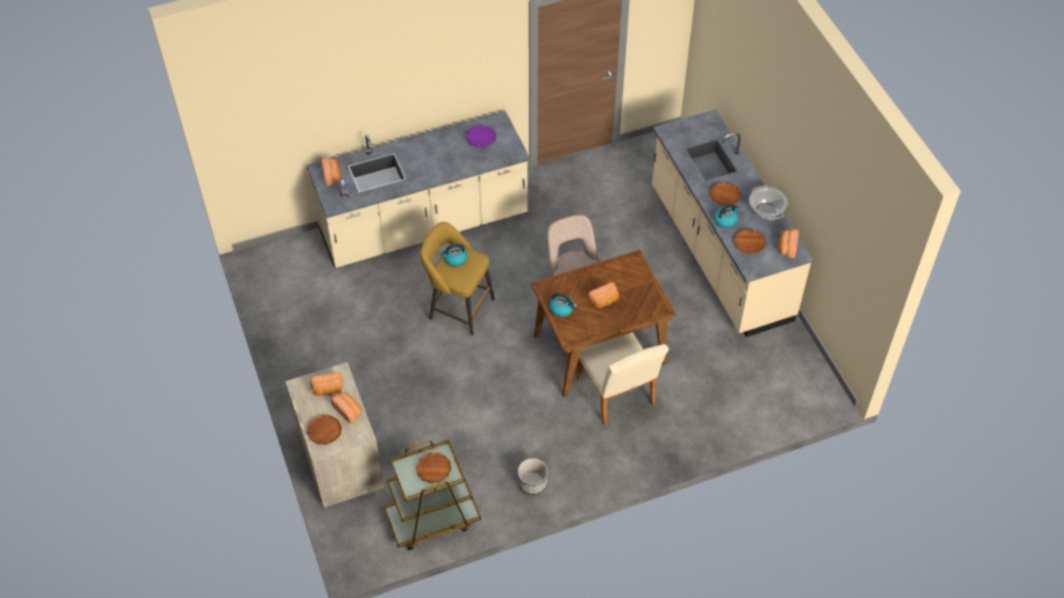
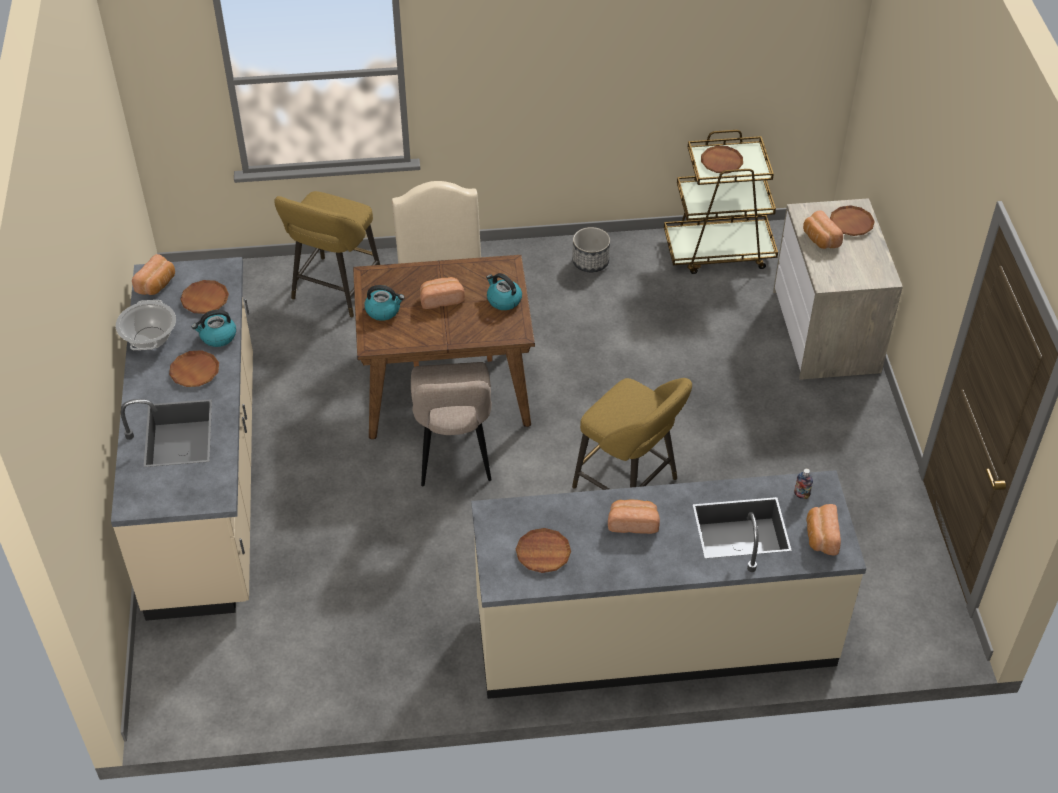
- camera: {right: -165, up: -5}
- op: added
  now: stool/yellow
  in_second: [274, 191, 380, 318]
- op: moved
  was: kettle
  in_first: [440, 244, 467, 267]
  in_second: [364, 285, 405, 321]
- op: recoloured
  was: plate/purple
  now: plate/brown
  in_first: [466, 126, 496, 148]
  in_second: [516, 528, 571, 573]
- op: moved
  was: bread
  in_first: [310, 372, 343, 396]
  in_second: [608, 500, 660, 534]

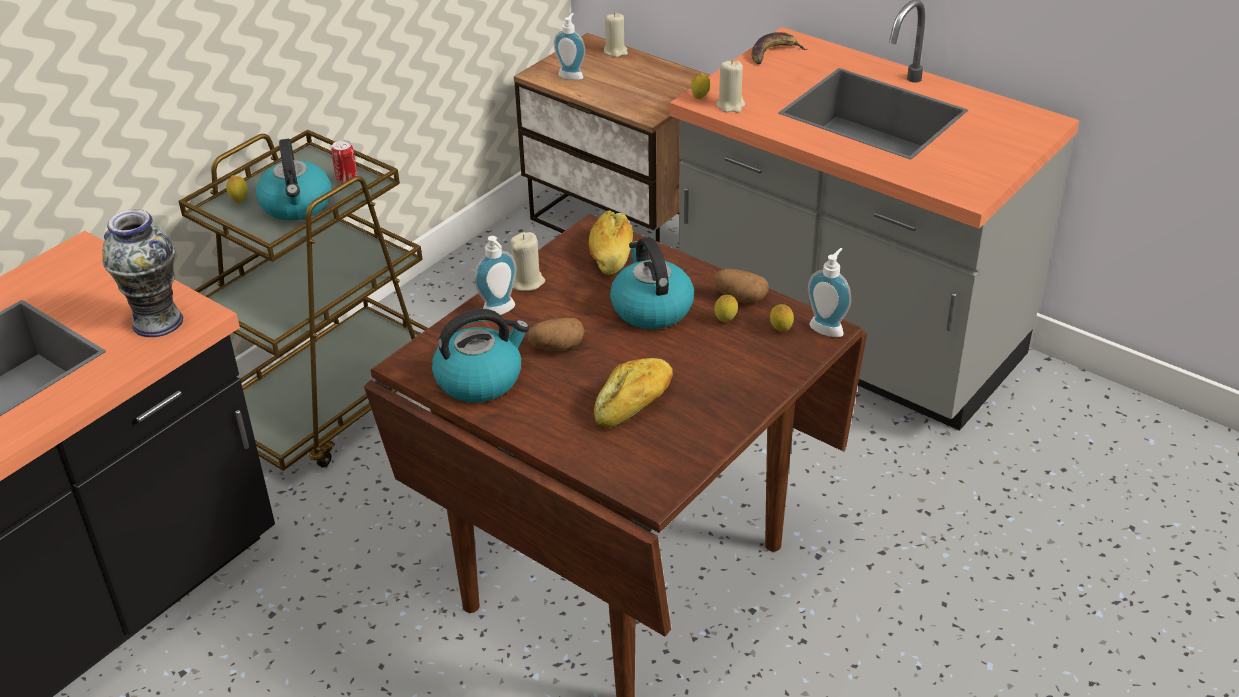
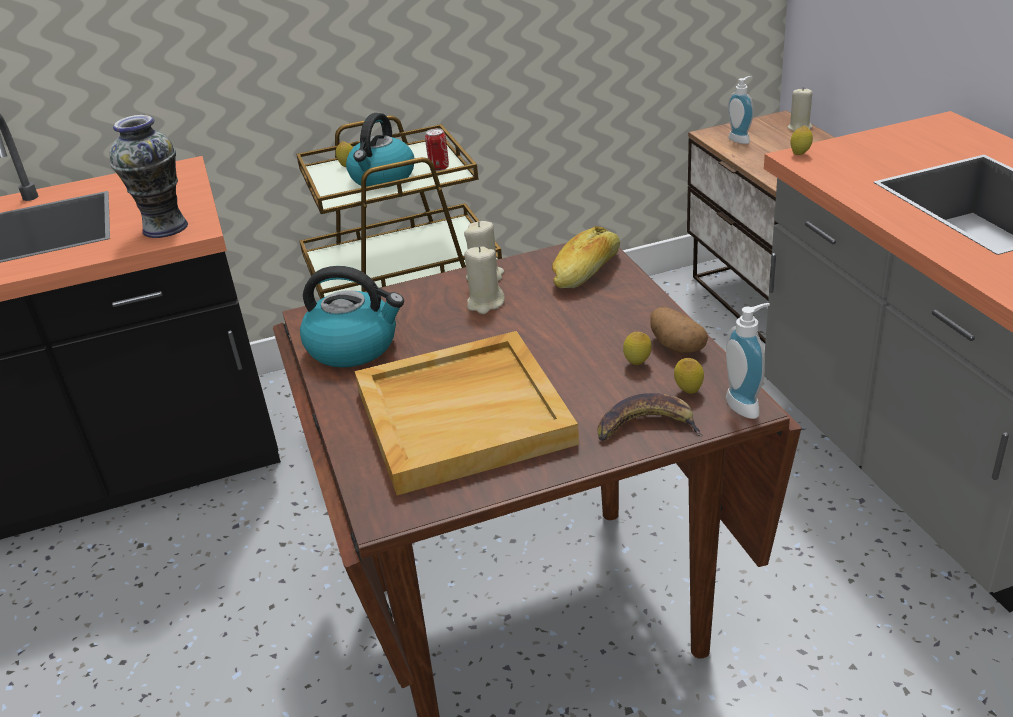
- camera: {right: 35, up: -5}
- op: replaced
  was: bread
  now: tray/beige
  in_first: [594, 358, 673, 428]
  in_second: [355, 331, 579, 495]
- op: moved
  was: candle/beige
  in_first: [716, 60, 745, 113]
  in_second: [464, 246, 505, 314]
- op: moved
  was: banana
  in_first: [751, 32, 807, 64]
  in_second: [597, 393, 703, 441]
- op: removed
  was: soap dispenser
  in_first: [474, 236, 517, 315]
- op: removed
  was: potato
  in_first: [528, 318, 584, 351]
- op: removed
  was: kettle
  in_first: [610, 237, 694, 329]

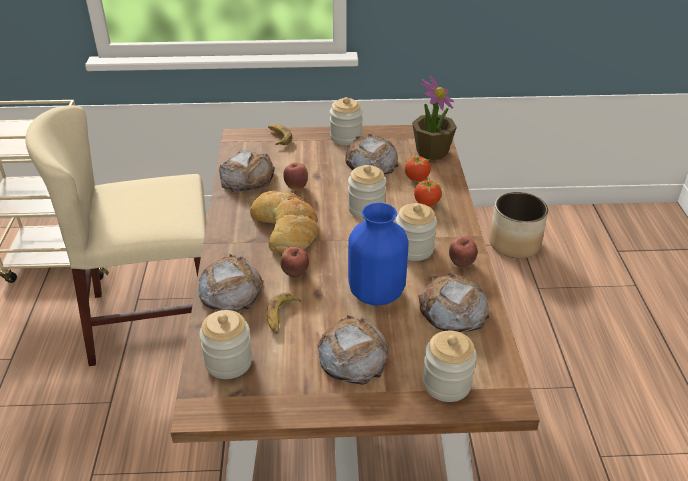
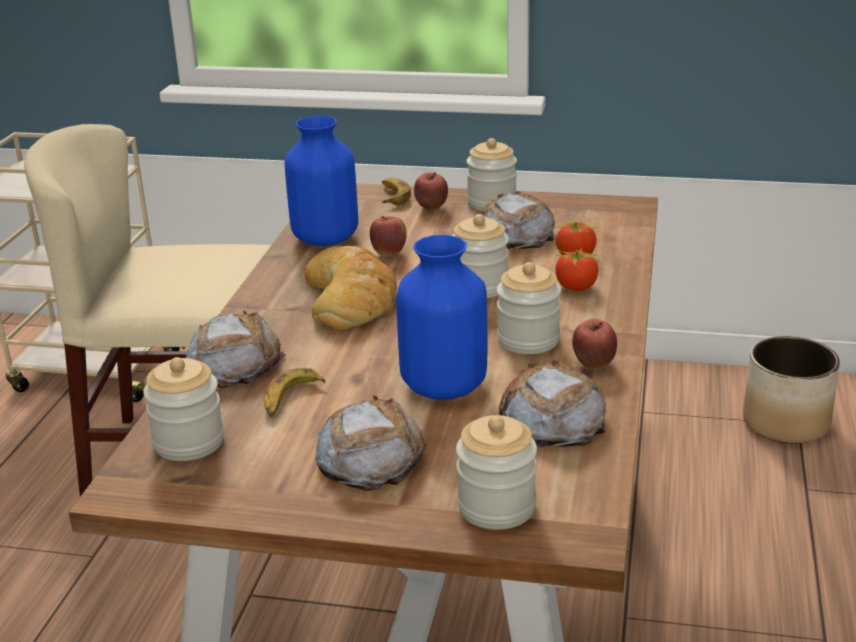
- camera: {right: 15, up: -10}
- op: replaced
  was: bread
  now: vase/blue
  in_first: [219, 151, 275, 192]
  in_second: [285, 116, 358, 246]
- op: moved
  was: apple
  in_first: [280, 247, 309, 278]
  in_second: [414, 172, 448, 210]
- op: removed
  was: potted plant
  in_first: [412, 75, 457, 160]

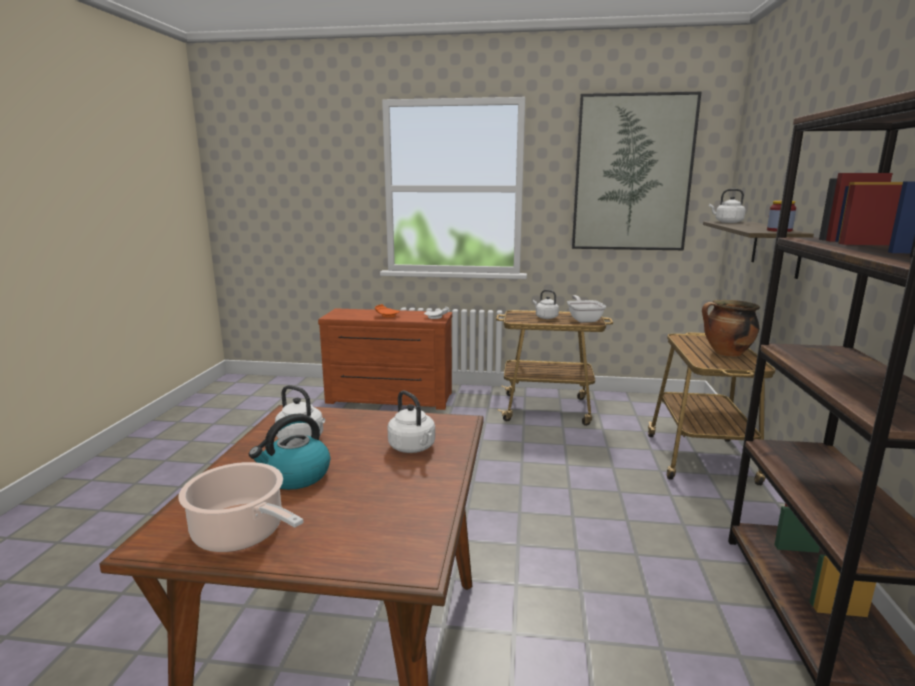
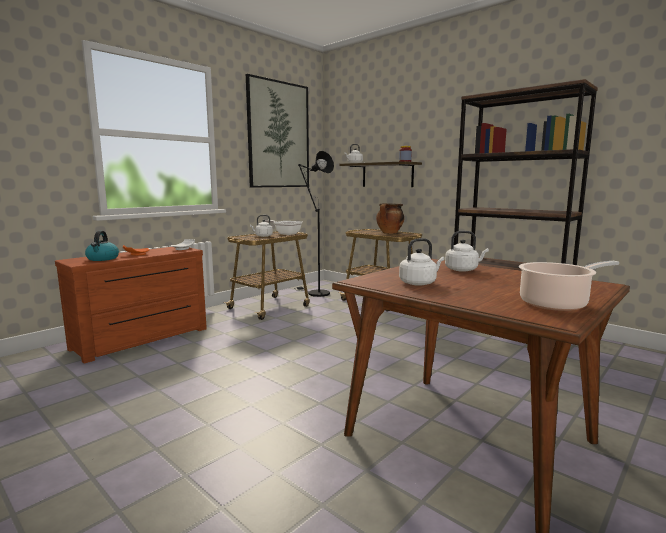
- camera: {right: -55, up: -5}
- op: moved
  was: kettle
  in_first: [249, 414, 330, 490]
  in_second: [85, 231, 119, 261]
- op: added
  now: floor lamp/black
  in_second: [294, 151, 334, 297]

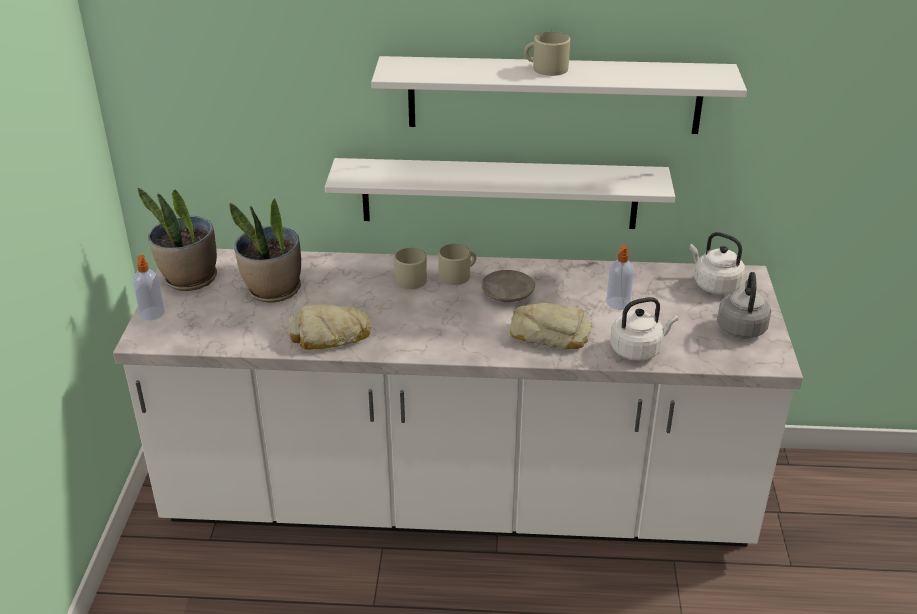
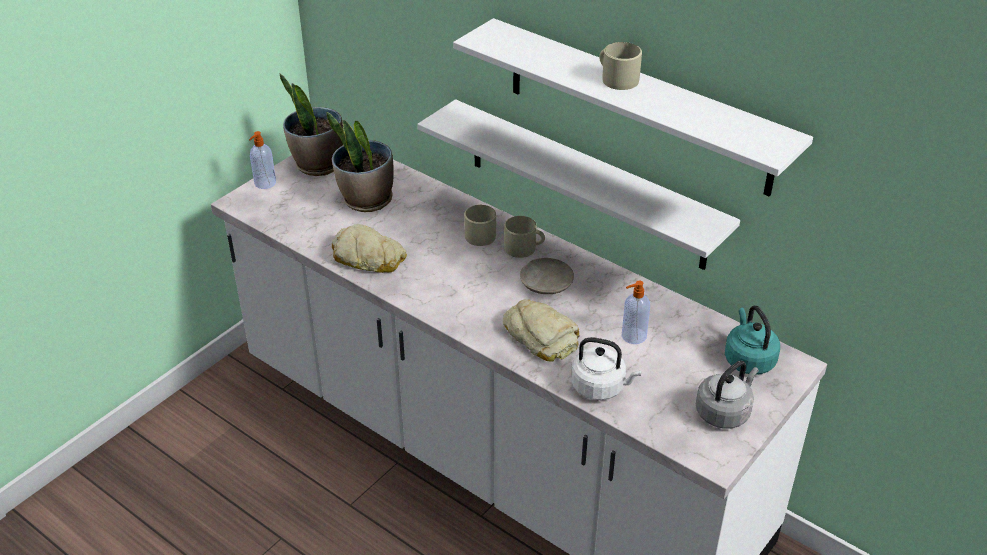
- camera: {right: 35, up: 5}
- op: recoloured
  was: kettle/white
  now: kettle/turquoise
  in_first: [689, 232, 745, 294]
  in_second: [725, 306, 780, 375]

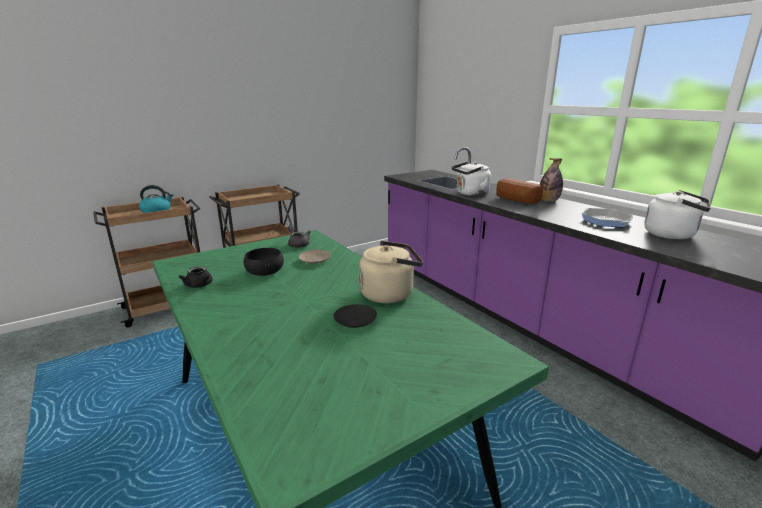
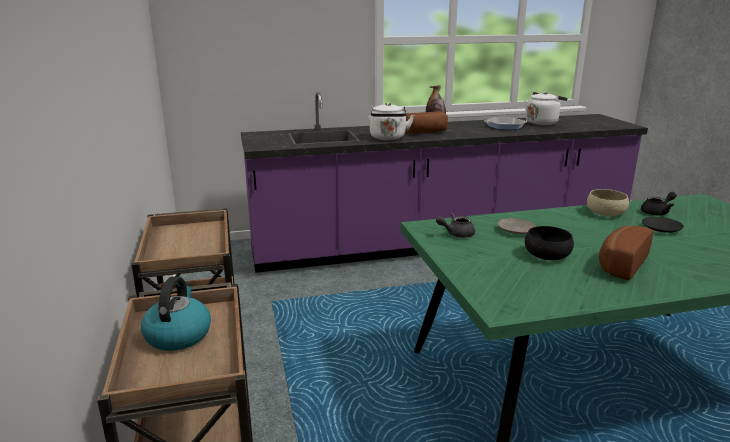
- camera: {right: -70, up: 0}
- op: replaced
  was: kettle/beige
  now: bowl/beige
  in_first: [359, 241, 423, 303]
  in_second: [587, 189, 629, 216]
- op: added
  now: bread
  in_second: [599, 225, 653, 280]
- op: moved
  was: teapot/black
  in_first: [179, 266, 213, 288]
  in_second: [641, 192, 676, 215]

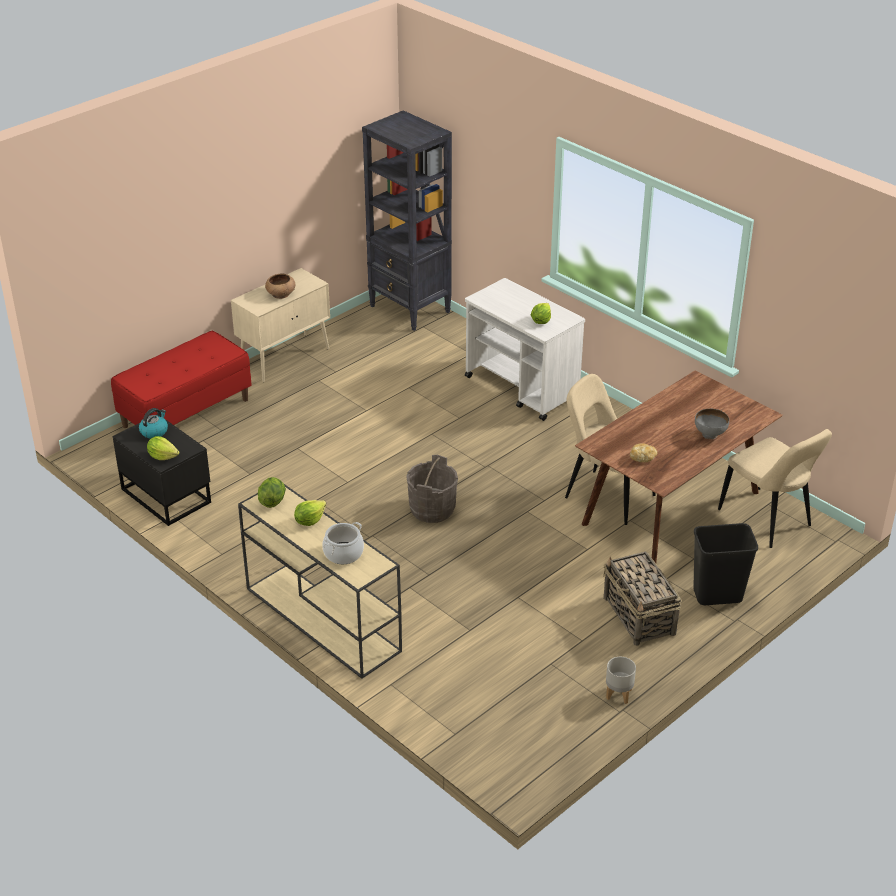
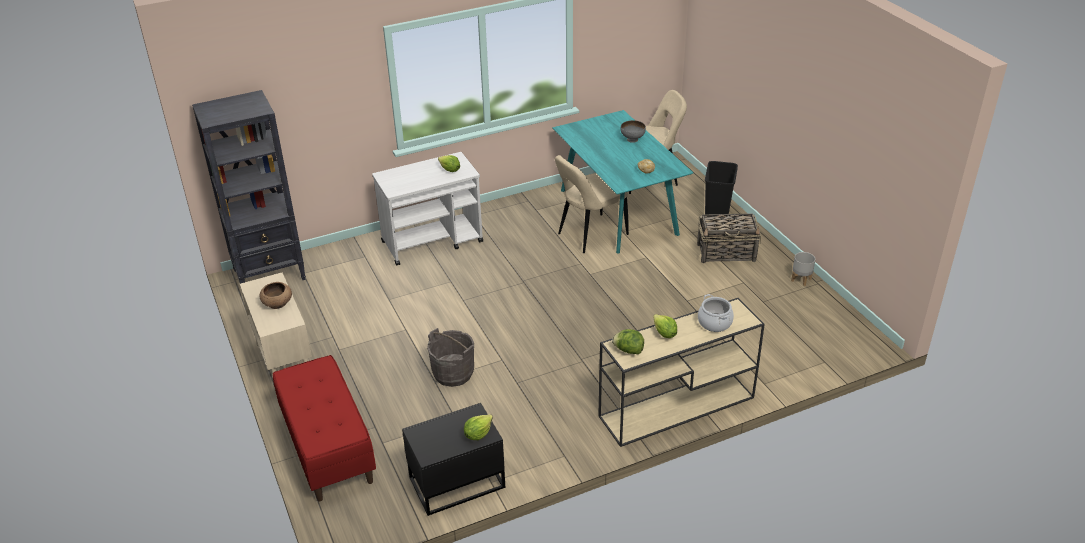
- camera: {right: -70, up: 0}
- op: moved
  was: bucket/grey
  in_first: [406, 455, 458, 523]
  in_second: [427, 328, 474, 387]
- op: recoloured
  was: dining table/brown
  now: dining table/turquoise
  in_first: [575, 370, 783, 563]
  in_second: [552, 110, 694, 254]
- op: removed
  was: kettle
  in_first: [139, 408, 168, 439]

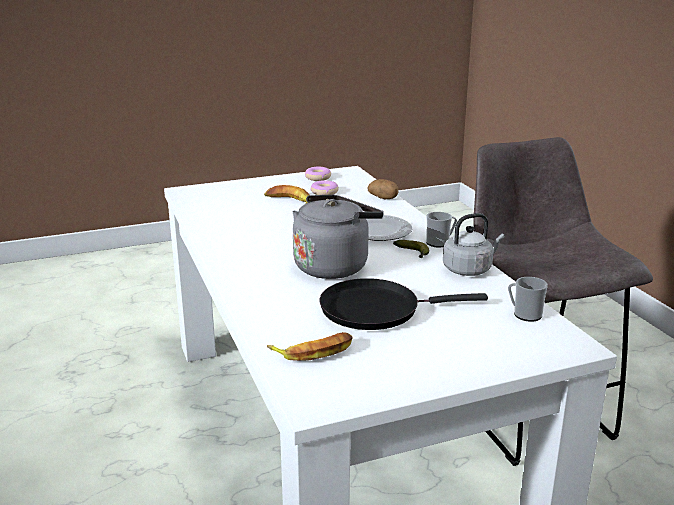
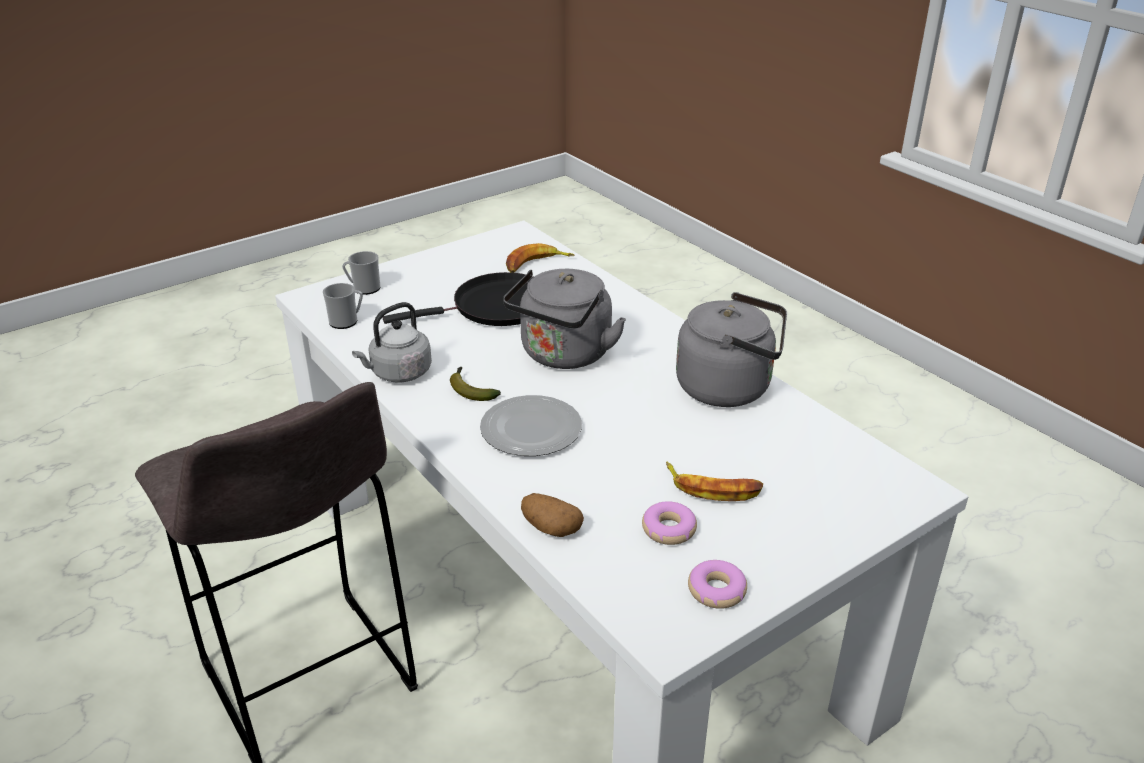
- camera: {right: 165, up: 10}
- op: moved
  was: mug
  in_first: [426, 212, 457, 247]
  in_second: [342, 251, 380, 295]
- op: added
  now: kettle/grey
  in_second: [676, 292, 787, 407]

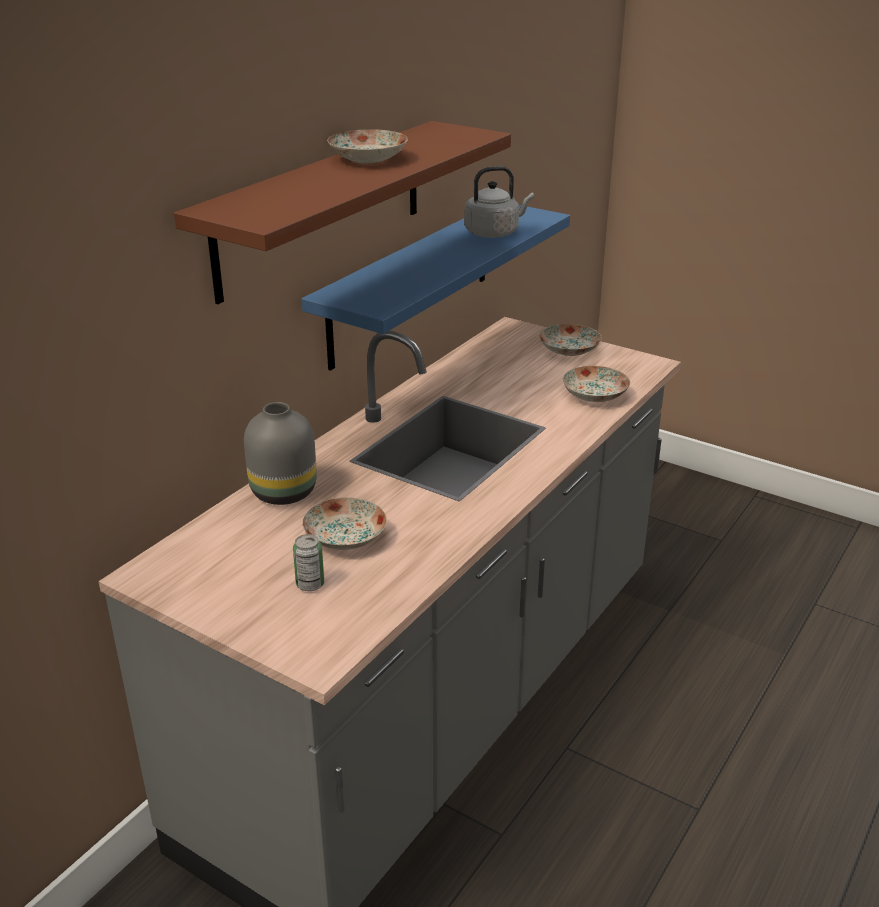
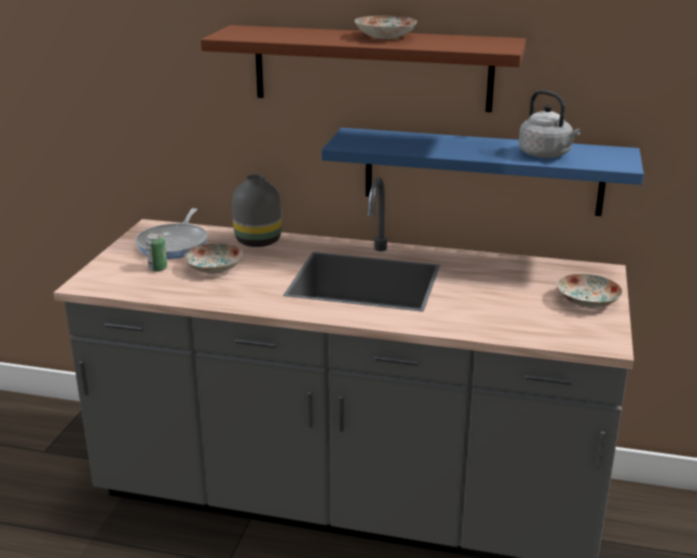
- camera: {right: 70, up: -5}
- op: added
  now: frying pan
  in_second: [135, 208, 208, 259]
- op: removed
  was: plate
  in_first: [562, 366, 630, 402]

